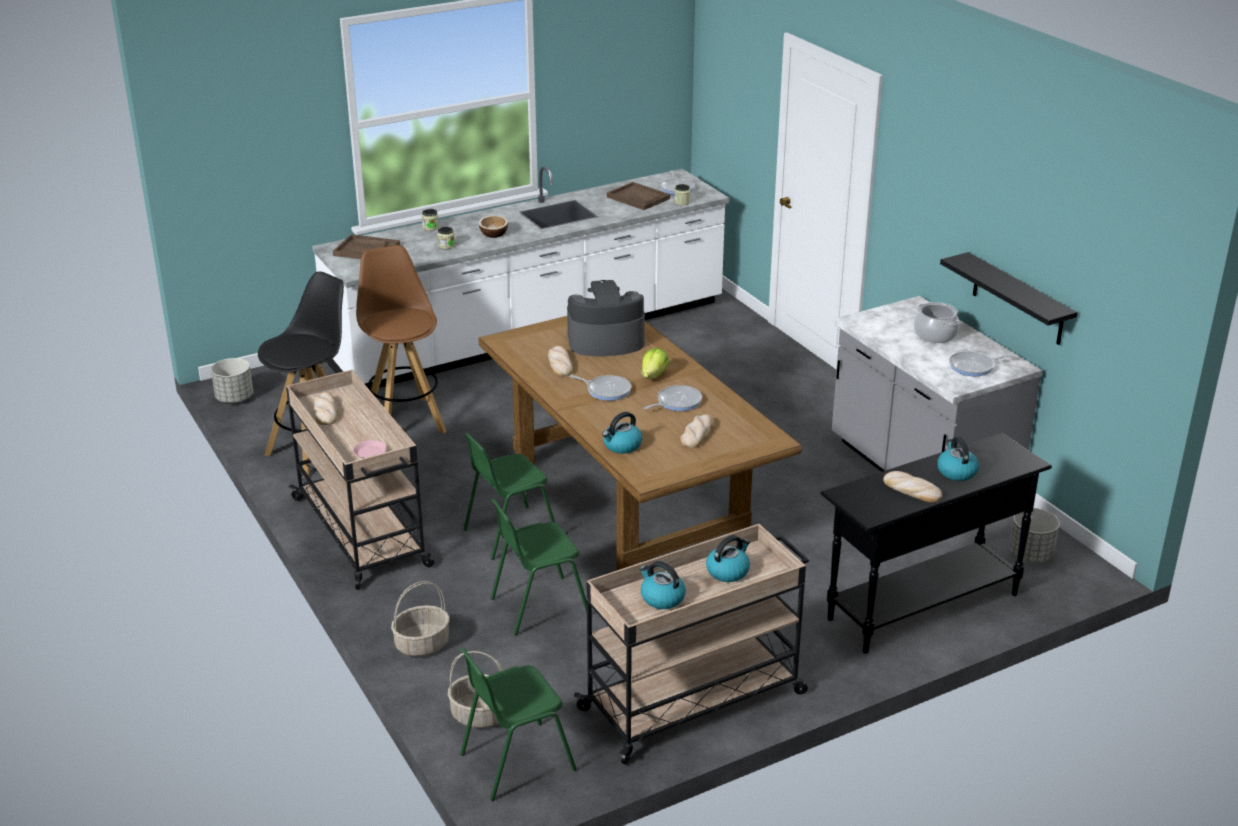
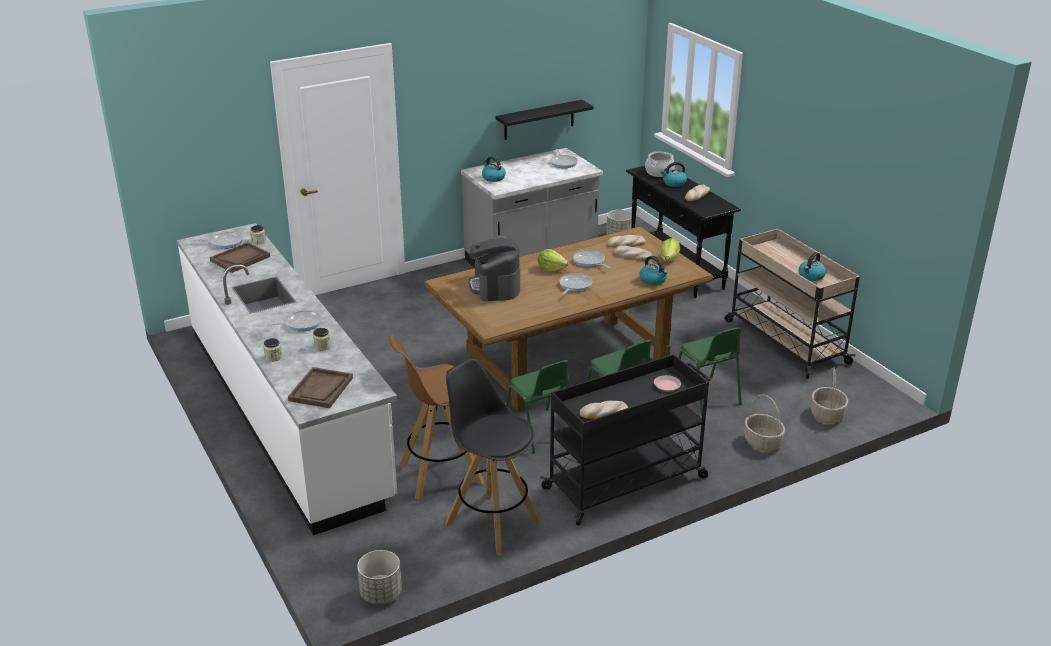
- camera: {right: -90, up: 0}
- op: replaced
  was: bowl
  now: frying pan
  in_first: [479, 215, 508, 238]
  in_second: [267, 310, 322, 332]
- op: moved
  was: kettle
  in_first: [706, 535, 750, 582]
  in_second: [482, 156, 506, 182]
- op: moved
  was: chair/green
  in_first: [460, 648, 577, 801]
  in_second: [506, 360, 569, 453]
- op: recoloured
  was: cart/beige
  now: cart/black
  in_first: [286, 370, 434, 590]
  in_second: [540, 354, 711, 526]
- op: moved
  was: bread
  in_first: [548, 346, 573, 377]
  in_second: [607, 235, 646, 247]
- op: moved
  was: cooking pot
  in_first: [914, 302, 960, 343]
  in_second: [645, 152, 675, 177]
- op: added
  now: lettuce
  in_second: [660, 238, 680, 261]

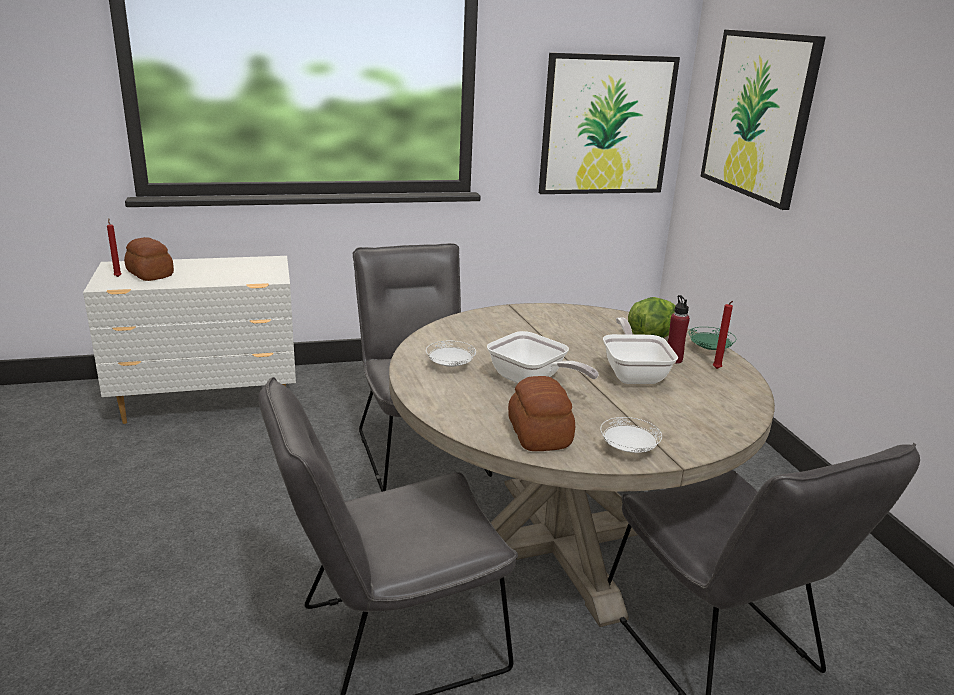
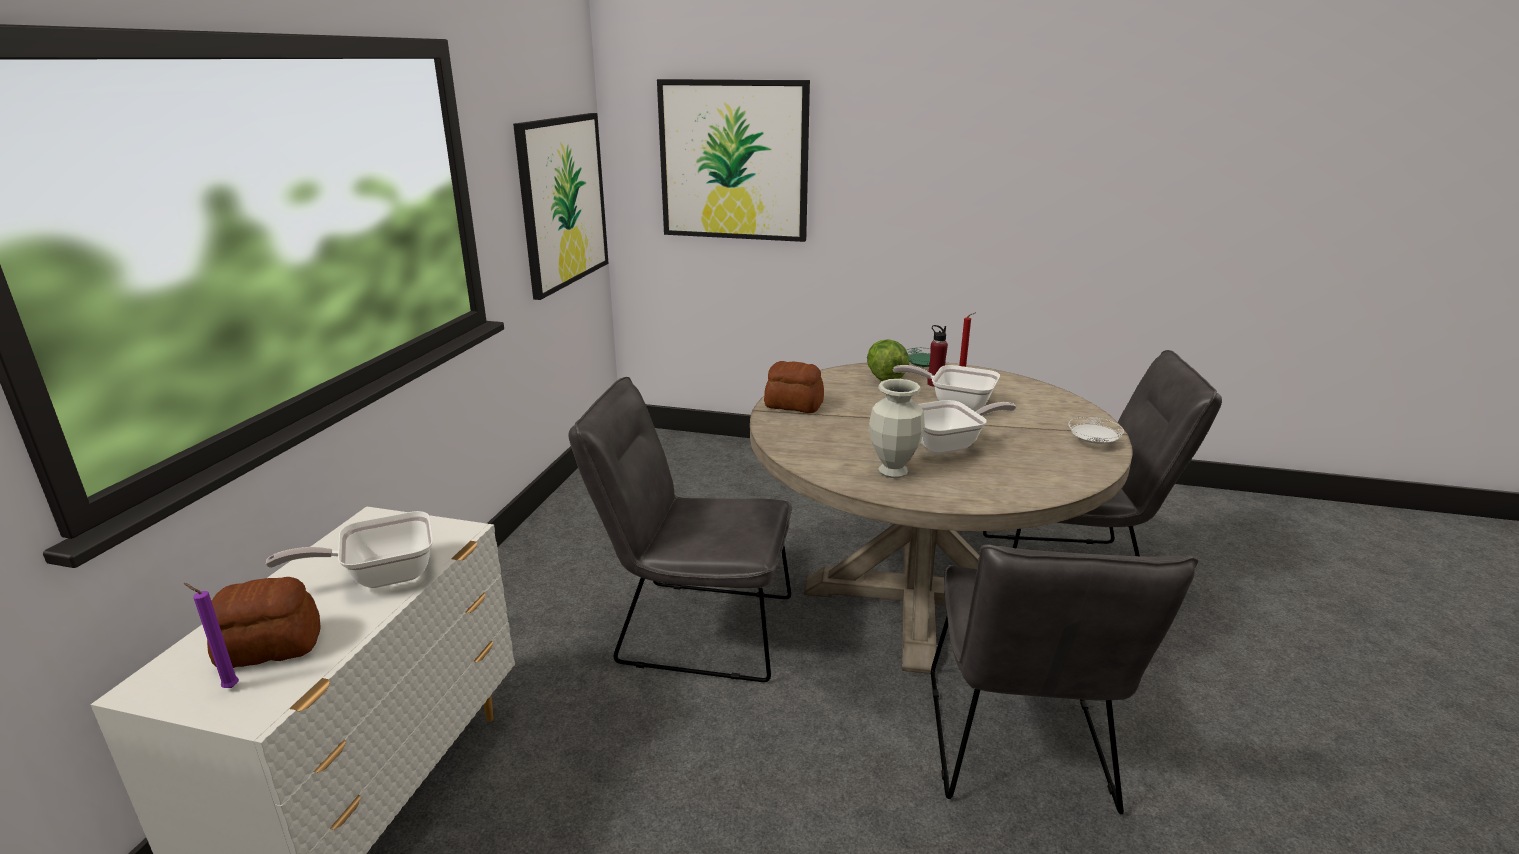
- camera: {right: -60, up: 0}
- op: recoloured
  was: candle/red
  now: candle/purple
  in_first: [107, 218, 121, 277]
  in_second: [184, 583, 239, 688]
- op: added
  now: frying pan
  in_second: [266, 511, 433, 588]
- op: moved
  was: bread
  in_first: [508, 376, 575, 451]
  in_second: [764, 361, 824, 413]
- op: replaced
  was: plate/white
  now: vase
  in_first: [426, 341, 476, 367]
  in_second: [869, 379, 925, 478]

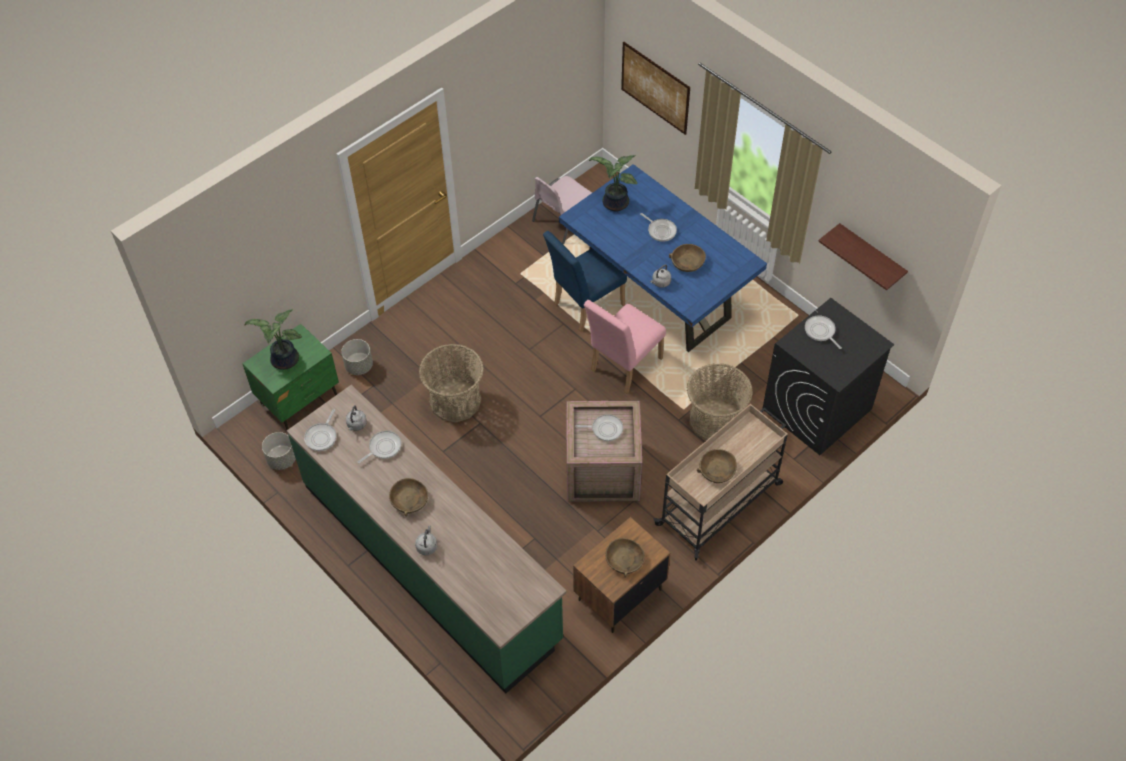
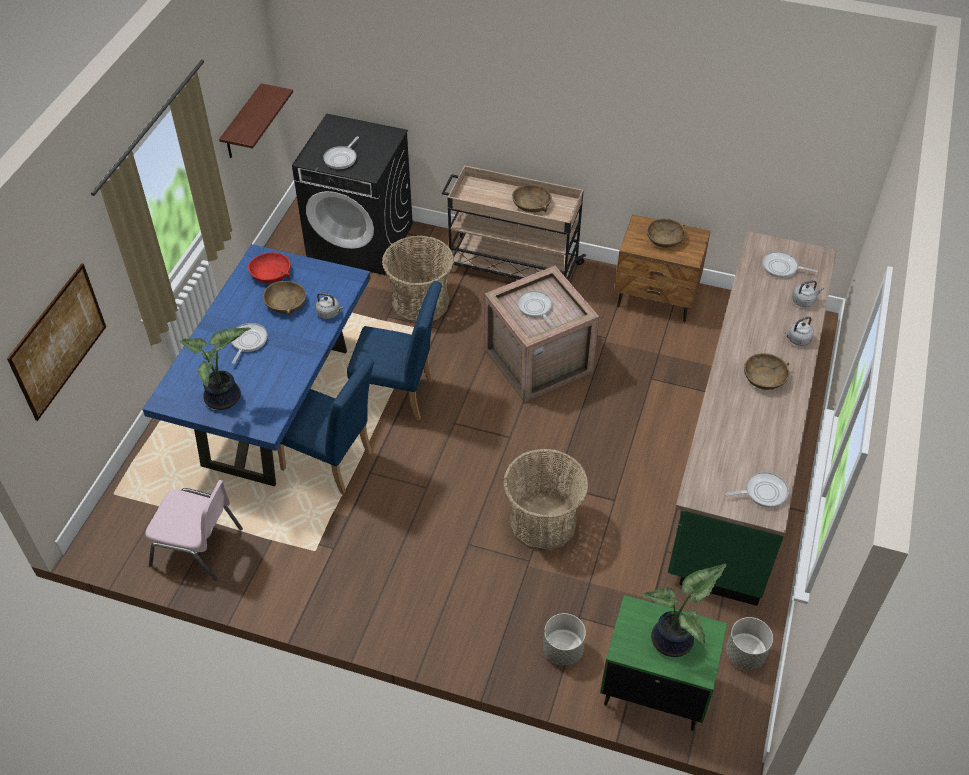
- camera: {right: -120, up: -5}
- op: added
  now: bowl/red
  in_second: [248, 252, 291, 283]
- op: recoloured
  was: chair/pink
  now: chair/blue
  in_first: [584, 300, 666, 394]
  in_second: [347, 281, 442, 421]
- op: moved
  was: frying pan
  in_first: [357, 431, 401, 463]
  in_second: [762, 251, 818, 278]
- op: moved
  was: kettle/grey
  in_first: [346, 406, 367, 431]
  in_second: [792, 280, 824, 307]

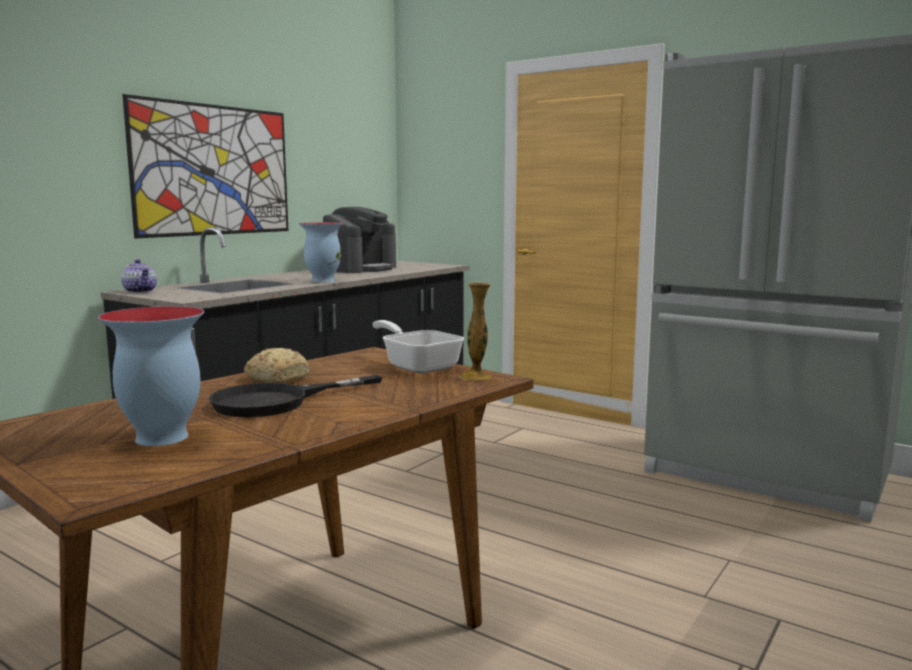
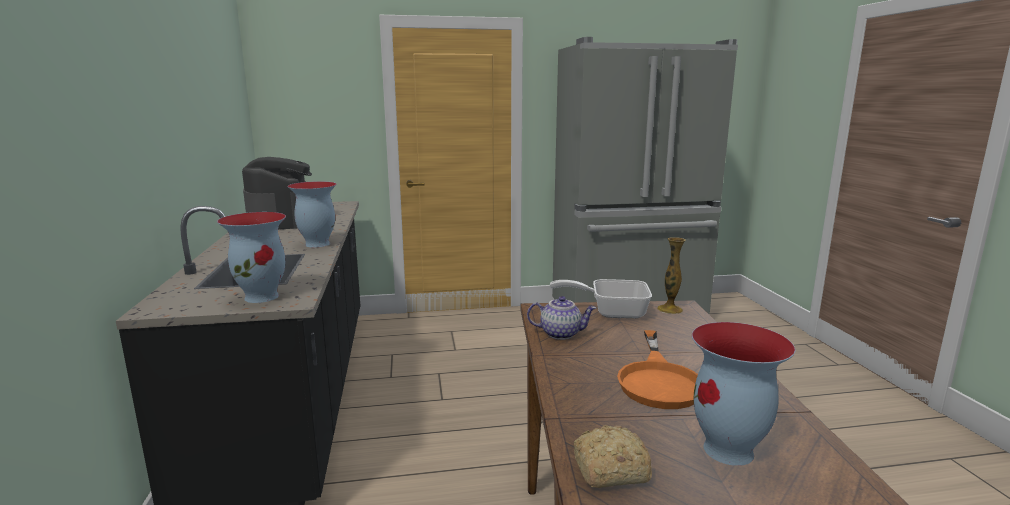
- camera: {right: -45, up: 5}
- op: added
  now: vase
  in_second: [217, 212, 286, 303]
- op: moved
  was: teapot
  in_first: [121, 259, 157, 293]
  in_second: [527, 296, 596, 340]
- op: moved
  was: bread
  in_first: [244, 348, 310, 383]
  in_second: [574, 425, 652, 488]
- op: recoloured
  was: frying pan/black
  now: frying pan/orange
  in_first: [209, 375, 383, 417]
  in_second: [617, 330, 698, 409]
- op: removed
  was: picture
  in_first: [122, 94, 288, 238]

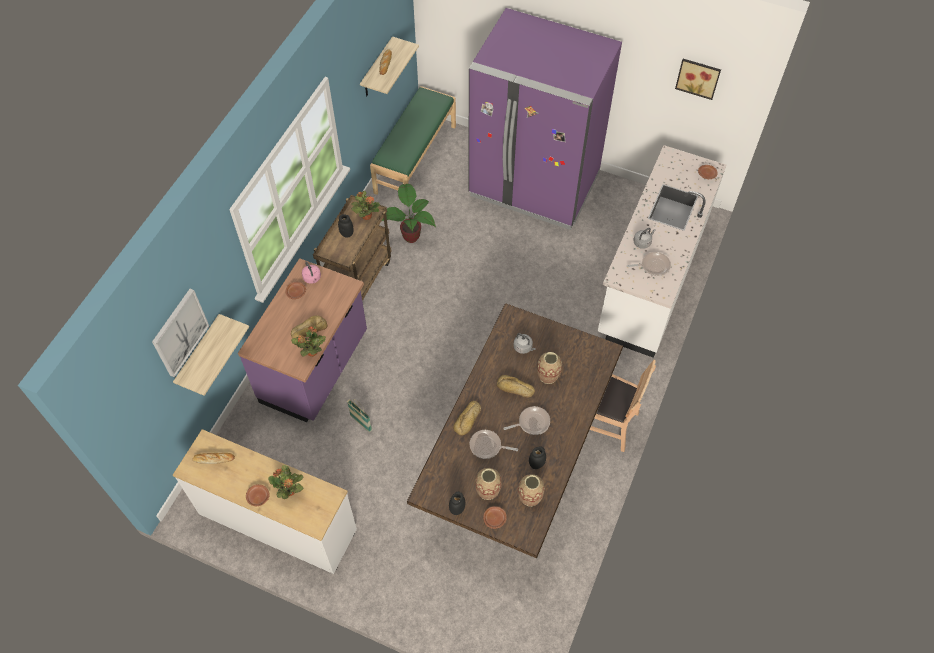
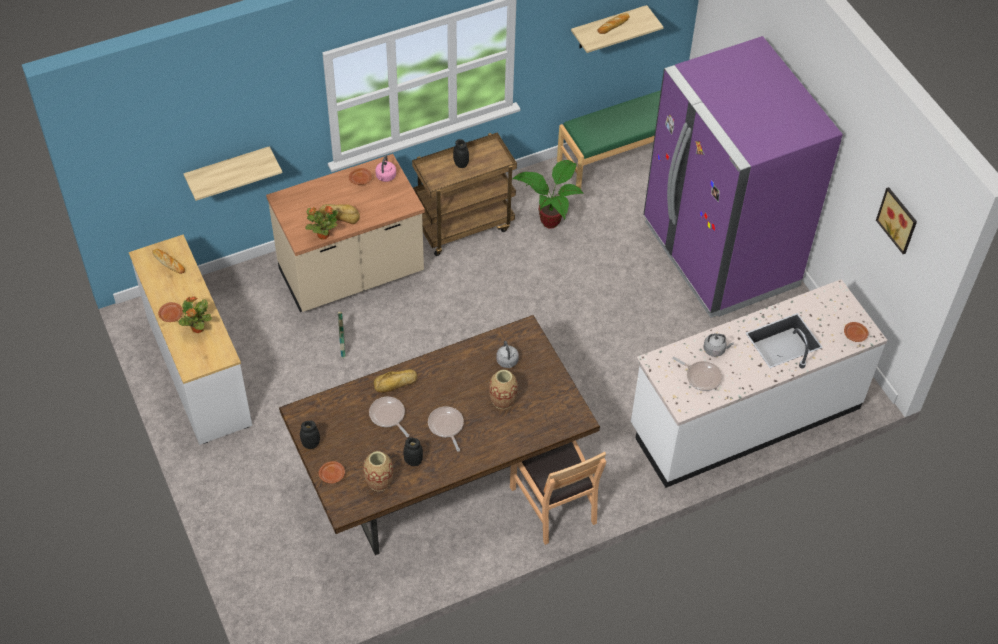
- camera: {right: 40, up: -5}
- op: recoloured
  was: counter/purple
  now: counter/beige
  in_first: [238, 258, 367, 422]
  in_second: [266, 154, 425, 312]
- op: turned
  was: frying pan
  in_first: [503, 406, 550, 435]
  in_second: [428, 406, 464, 451]
  clockwise: -135
- op: removed
  was: picture
  in_first: [152, 289, 209, 377]
- op: removed
  was: potted plant
  in_first: [351, 191, 380, 220]
- op: removed
  was: vase
  in_first: [475, 468, 502, 500]
- op: removed
  was: bread
  in_first: [497, 375, 535, 398]

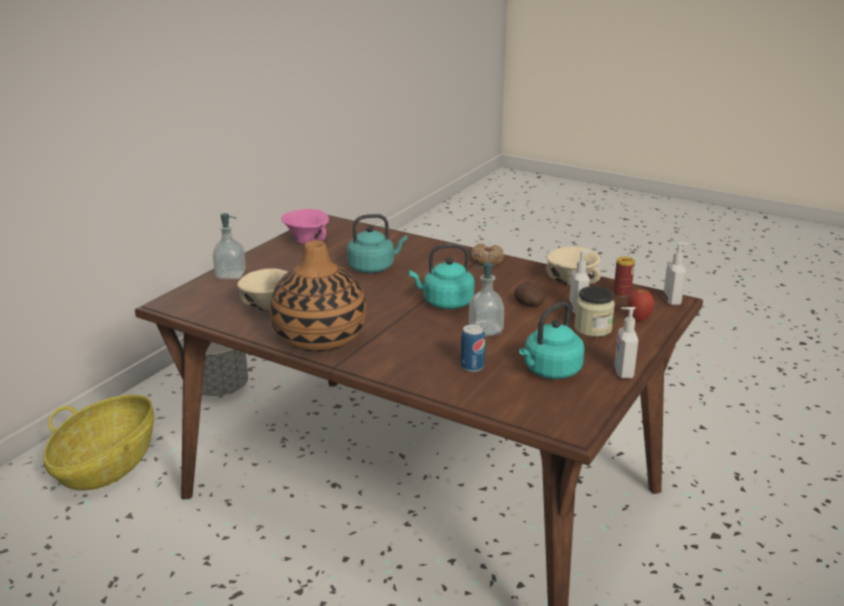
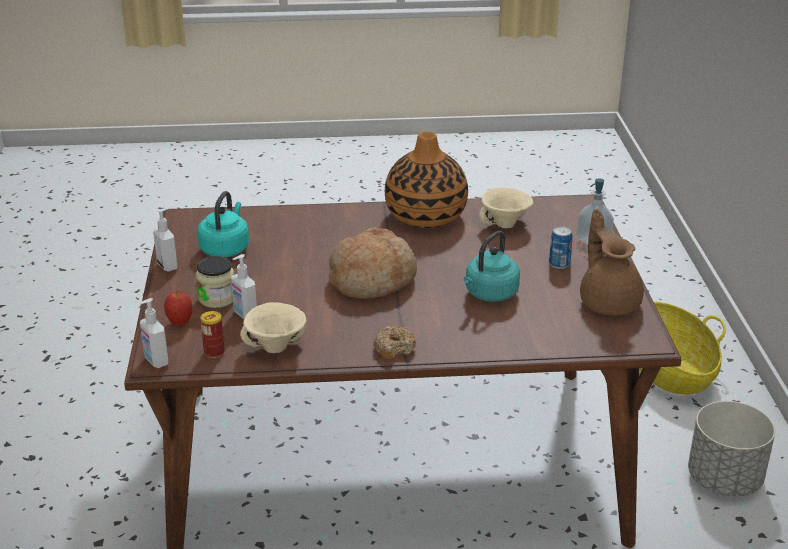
- camera: {right: 145, up: 5}
- op: replaced
  was: kettle/turquoise
  now: bread
  in_first: [409, 244, 475, 309]
  in_second: [329, 227, 417, 299]
- op: moved
  was: can
  in_first: [460, 324, 485, 372]
  in_second: [549, 227, 573, 269]
- op: replaced
  was: bowl/pink
  now: teapot/brown
  in_first: [281, 209, 329, 244]
  in_second: [580, 209, 644, 315]
- op: removed
  was: soap dispenser
  in_first: [469, 262, 504, 336]
- op: removed
  was: potato
  in_first: [514, 282, 545, 307]

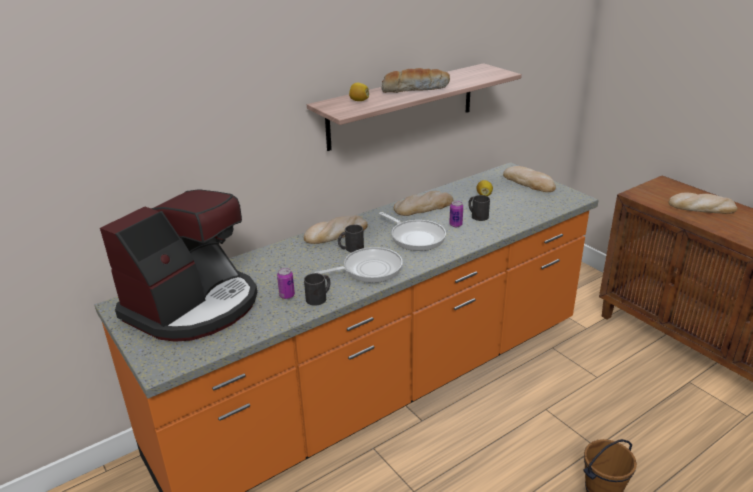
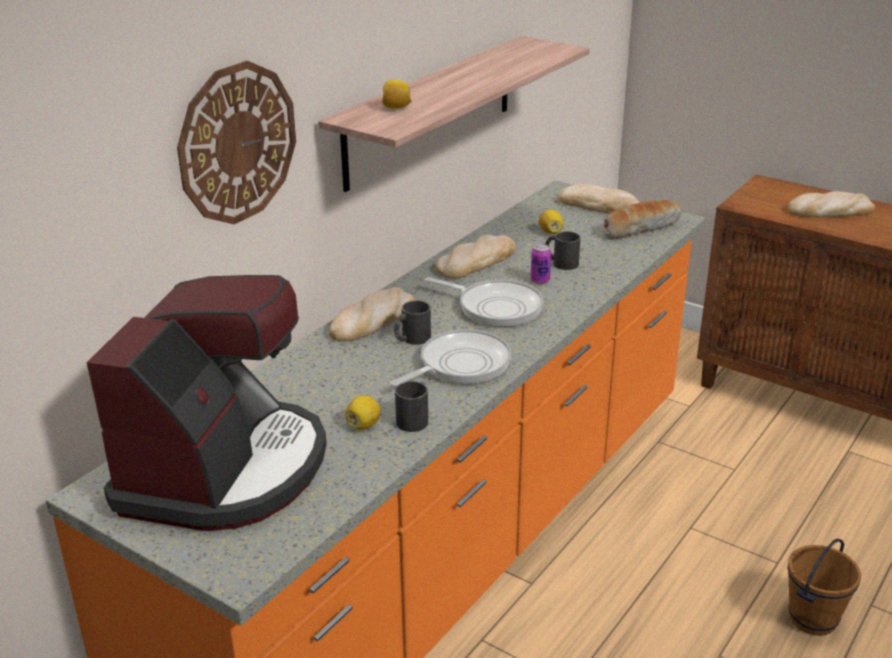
- camera: {right: -20, up: 0}
- op: added
  now: wall clock
  in_second: [177, 61, 296, 224]
- op: replaced
  was: can
  now: lemon
  in_first: [277, 268, 295, 299]
  in_second: [346, 395, 380, 430]
- op: moved
  was: bread
  in_first: [381, 68, 450, 93]
  in_second: [604, 200, 682, 240]

